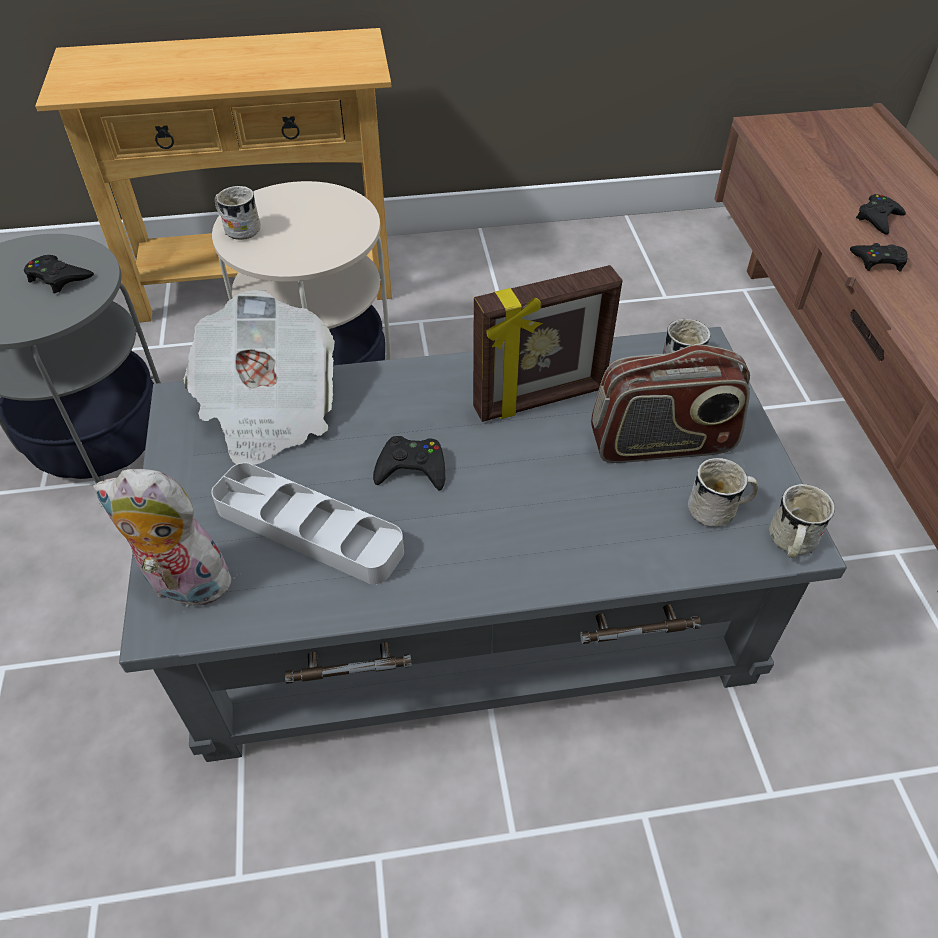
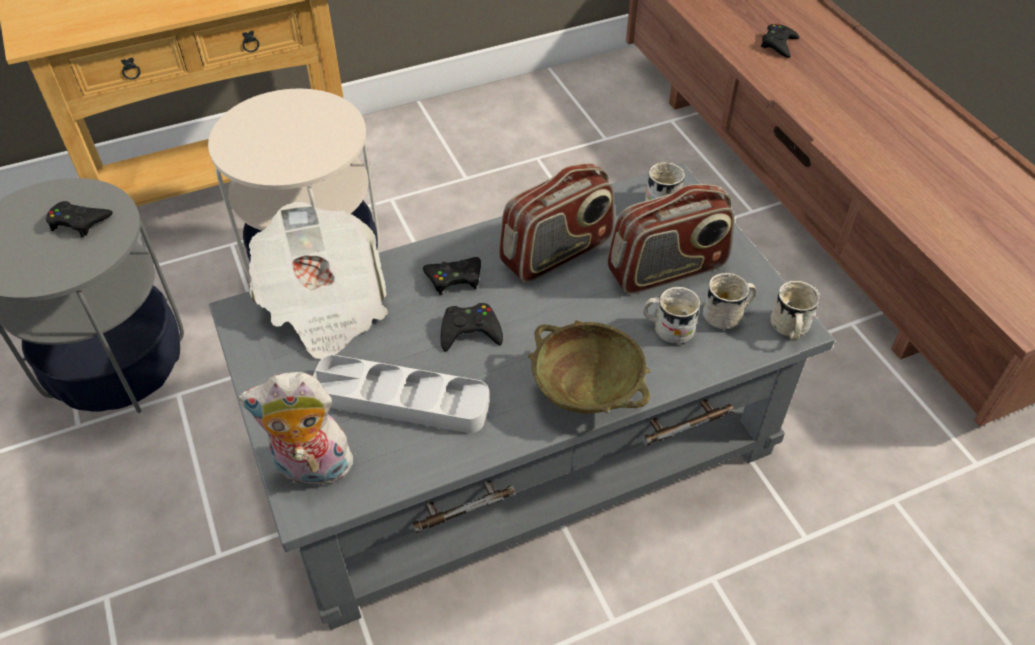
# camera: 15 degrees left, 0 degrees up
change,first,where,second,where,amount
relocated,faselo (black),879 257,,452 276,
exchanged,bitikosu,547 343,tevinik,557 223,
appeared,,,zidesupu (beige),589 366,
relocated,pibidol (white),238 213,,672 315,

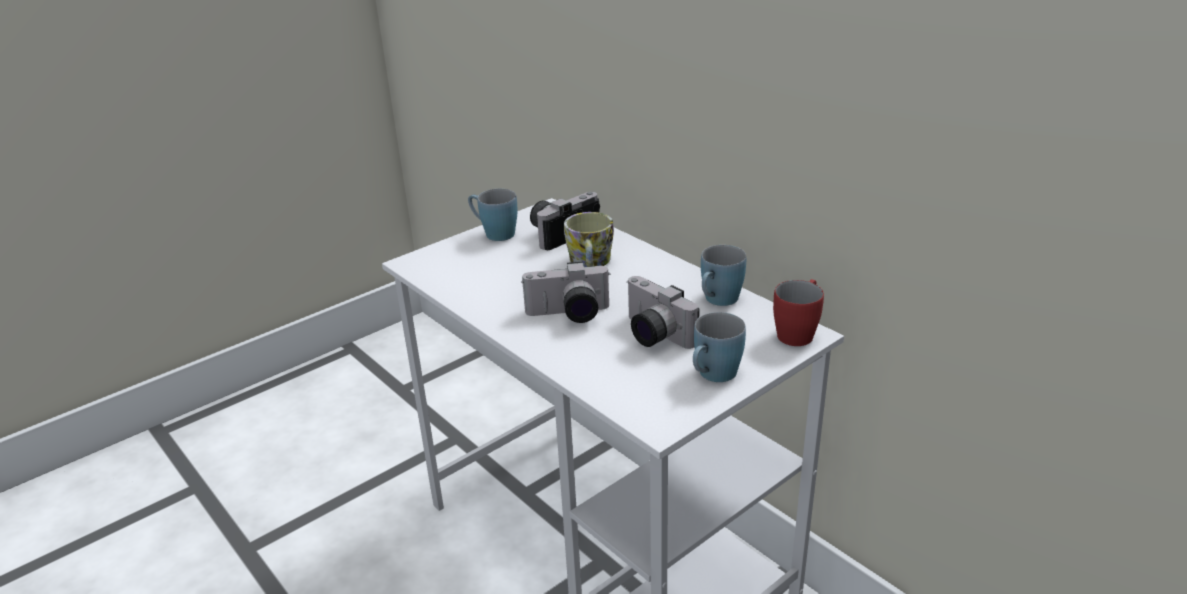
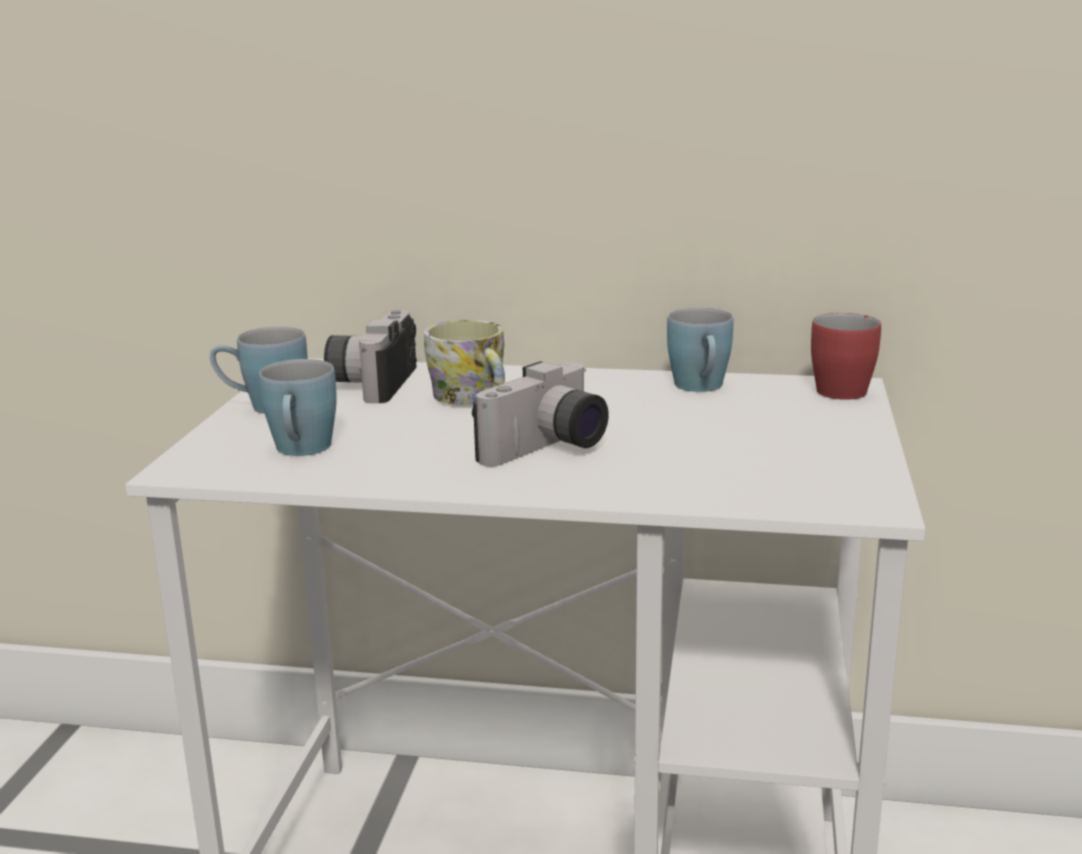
# camera: 40 degrees left, 10 degrees down
change,first,where,second,where,amount
relocated,pibidol (blue),719 347,,298 407,
missing,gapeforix,663 312,,,

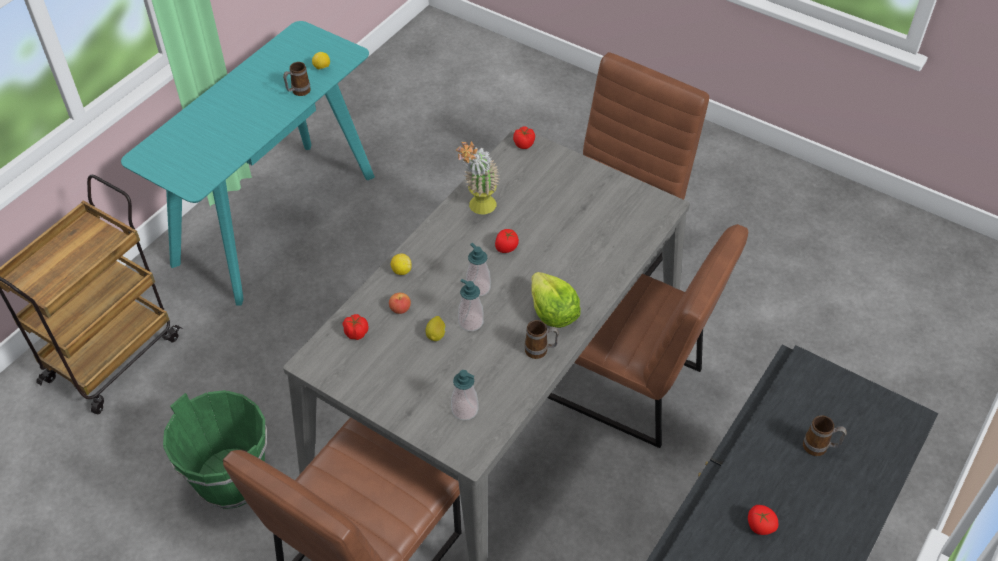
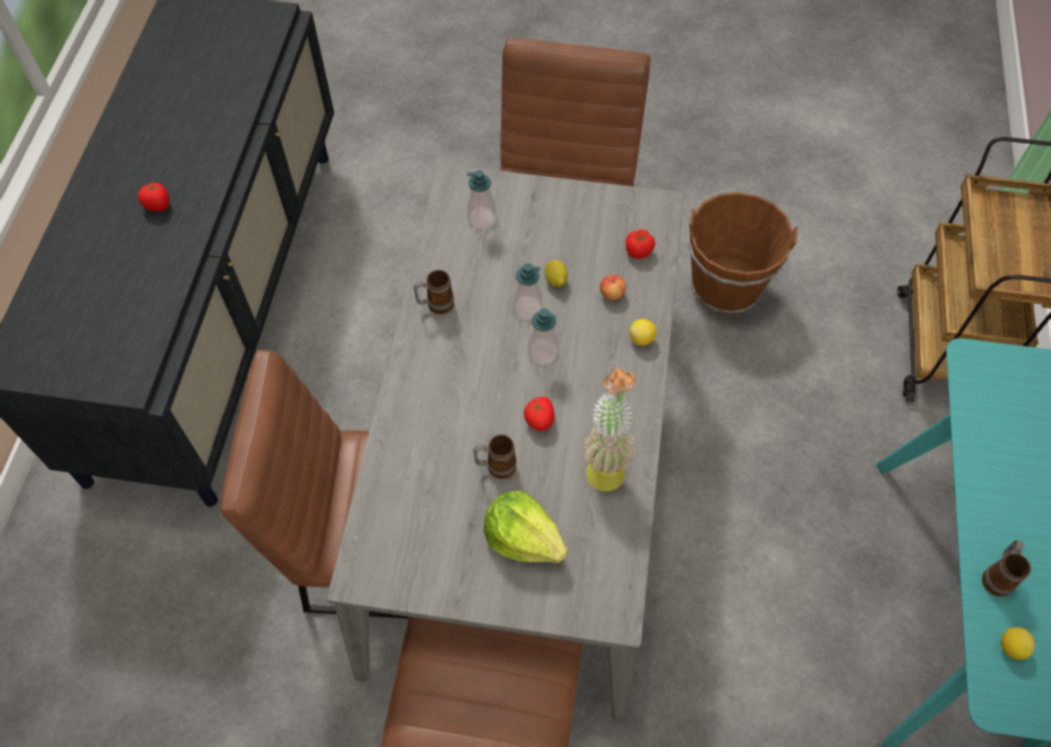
# camera: 155 degrees right, 10 degrees up
change,first,where,second,where,amount
relocated,pibidol,825 435,,495 456,
relocated,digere,556 300,,526 527,
colour,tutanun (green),215 449,tutanun (brown),743 253,
missing,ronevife,524 137,,,

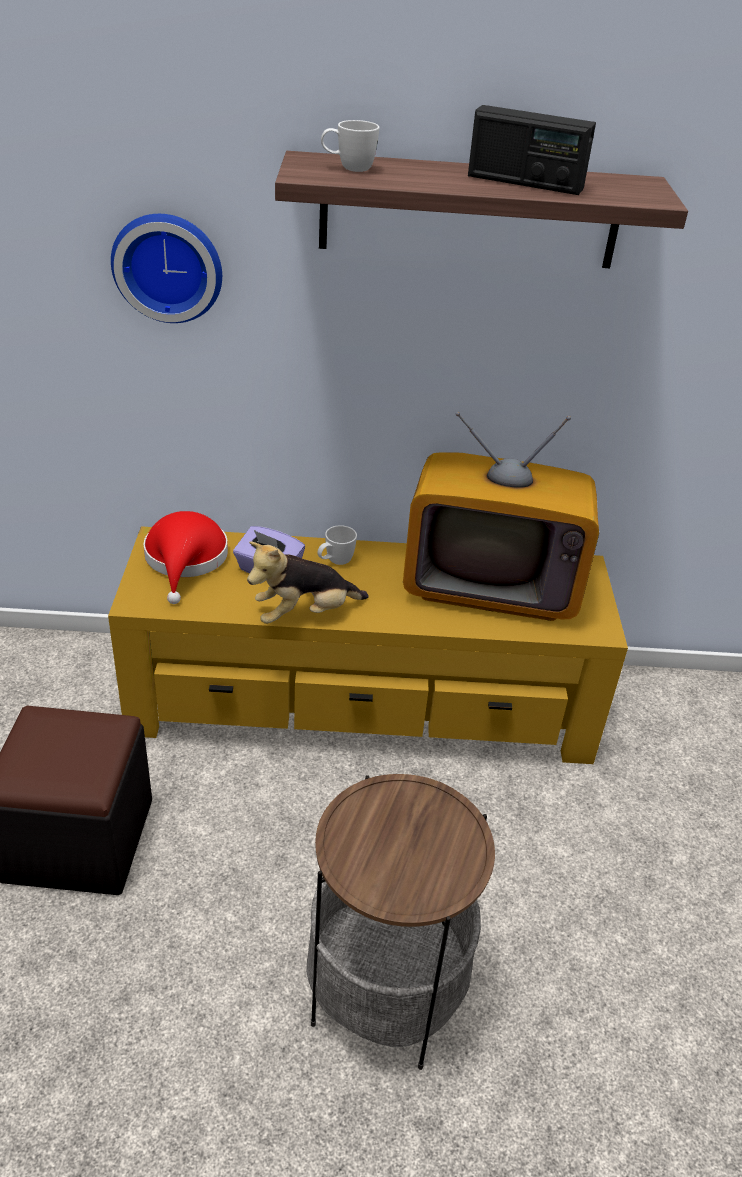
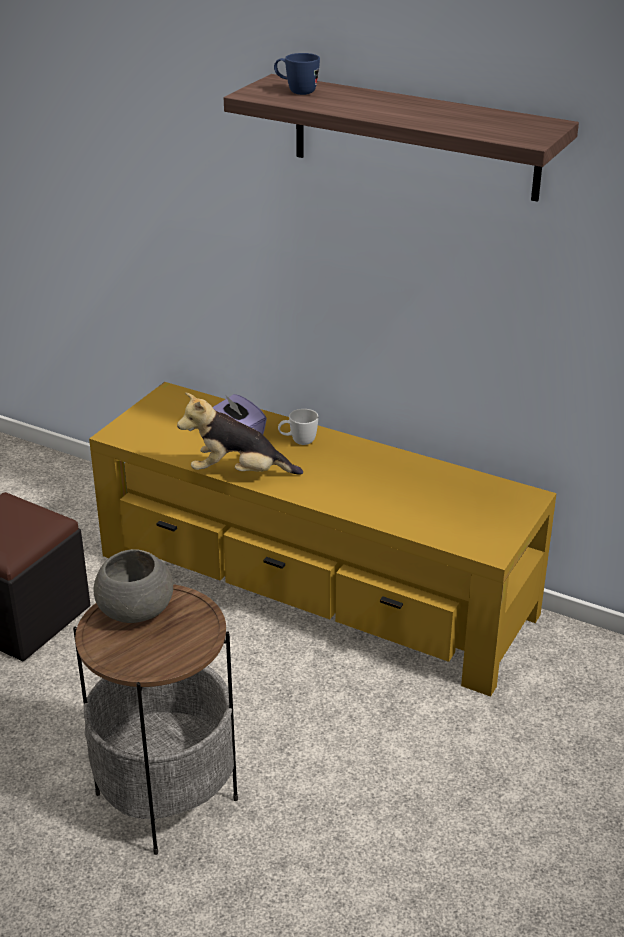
# camera: 30 degrees right, 5 degrees down
change,first,where,second,where,amount
appeared,,,zidesupu (grey),133 586,
colour,pibidol (white),350 146,pibidol (blue),297 74,
missing,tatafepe,166 268,,,
missing,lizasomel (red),185 557,,,
missing,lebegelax,501 516,,,
missing,tevinik,532 150,,,

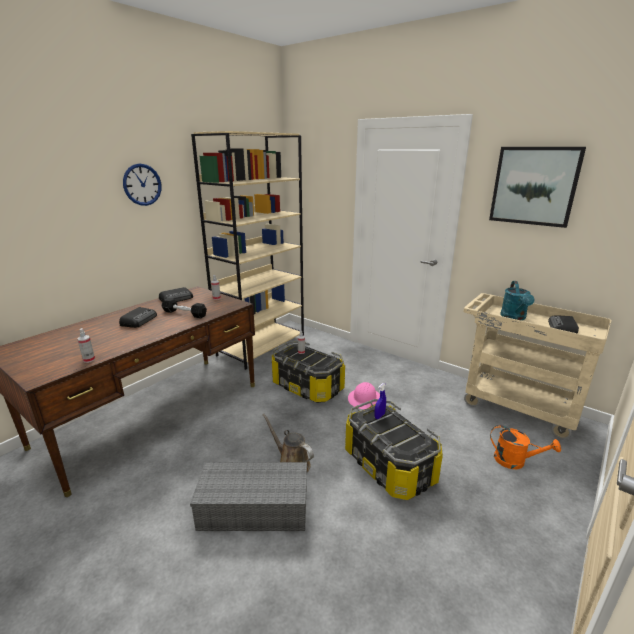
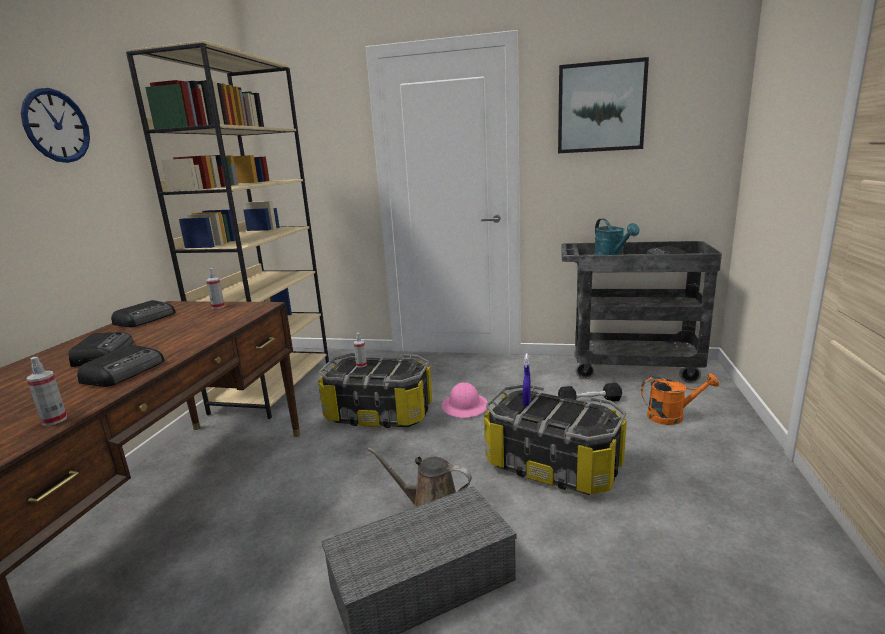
# camera: 25 degrees left, 5 degrees down
change,first,where,second,where,amount
appeared,,,tevinik,120 366,
relocated,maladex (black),184 308,,590 392,
colour,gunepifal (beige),538 366,gunepifal (black),641 312,

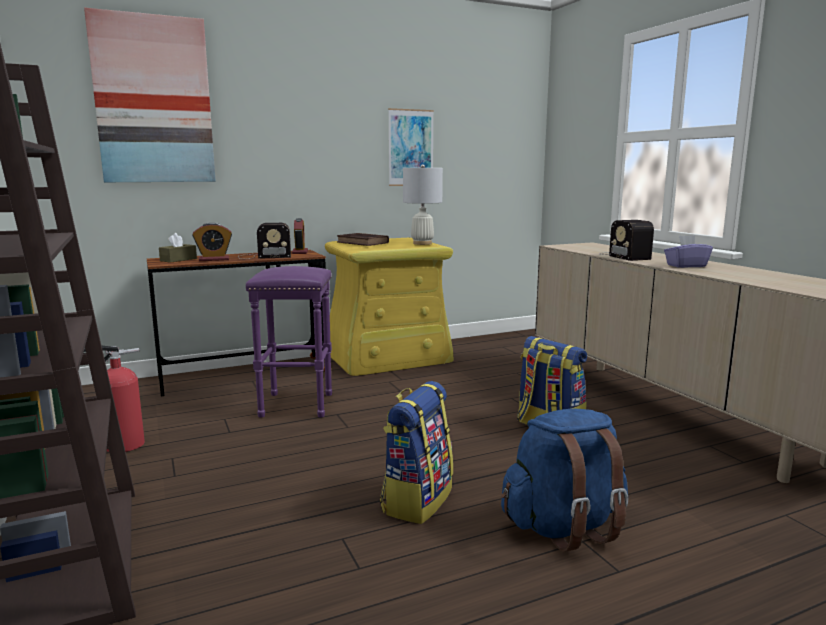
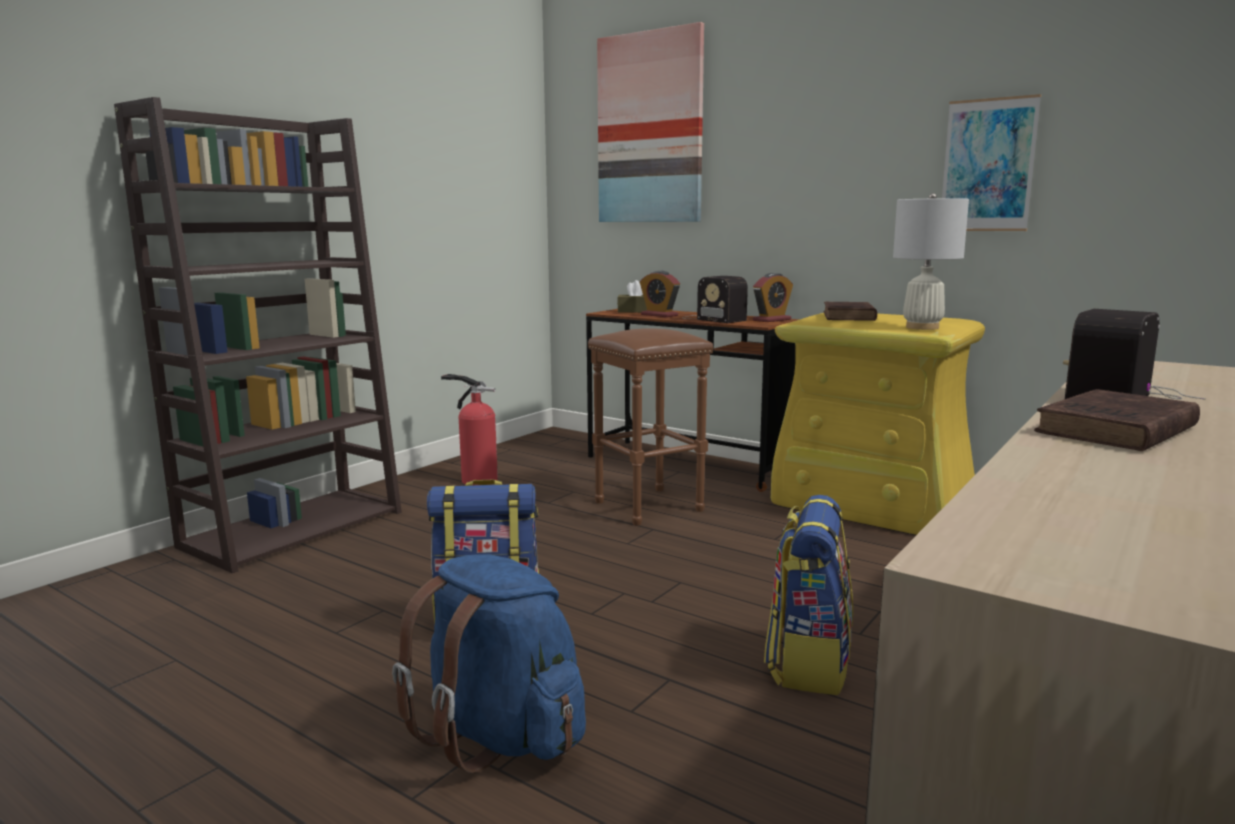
# camera: 60 degrees right, 0 degrees up
change,first,where,second,where,amount
colour,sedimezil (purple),289 342,sedimezil (brown),650 427,
exchanged,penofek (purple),688 251,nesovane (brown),1117 420,

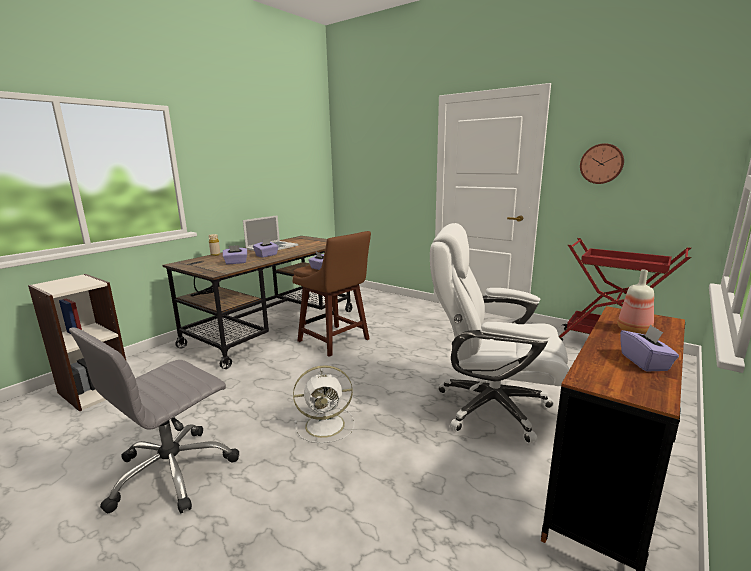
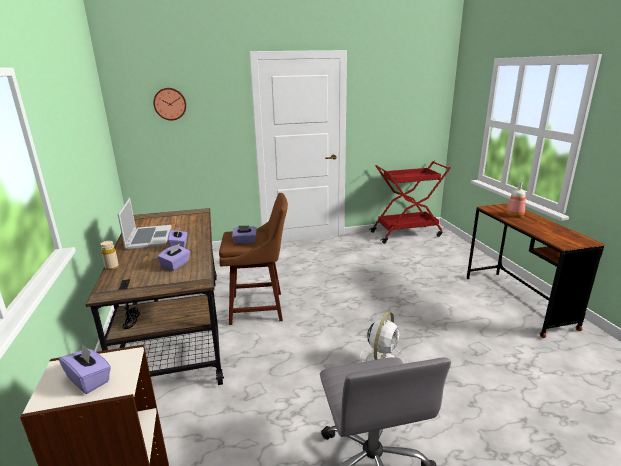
# camera: 50 degrees left, 5 degrees up
change,first,where,second,where,amount
relocated,penofek (purple),649 348,,85 369,
relocated,tatafepe,602 163,,169 104,
missing,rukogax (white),499 333,,,

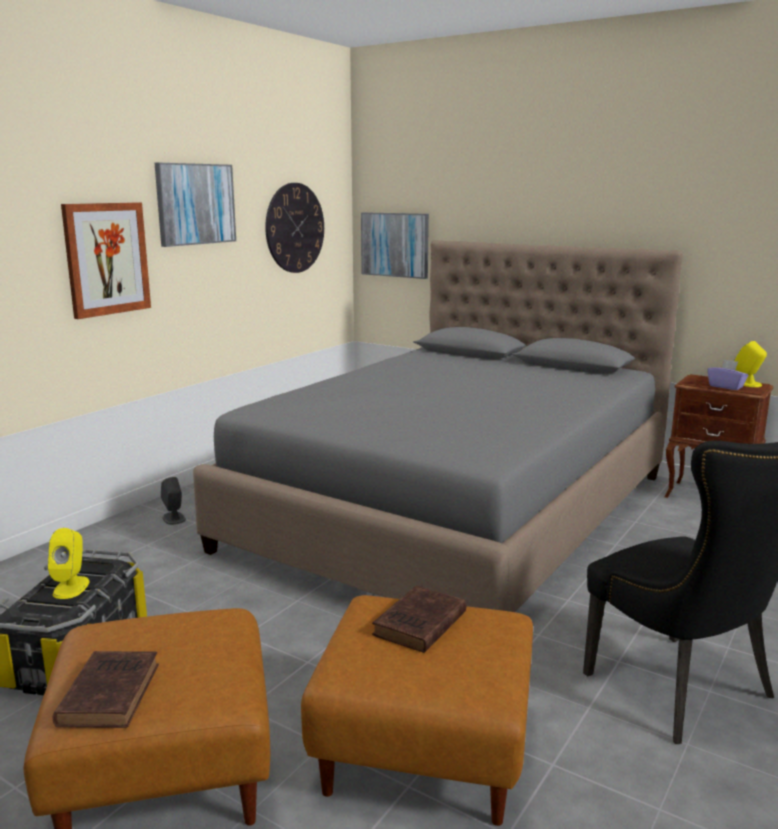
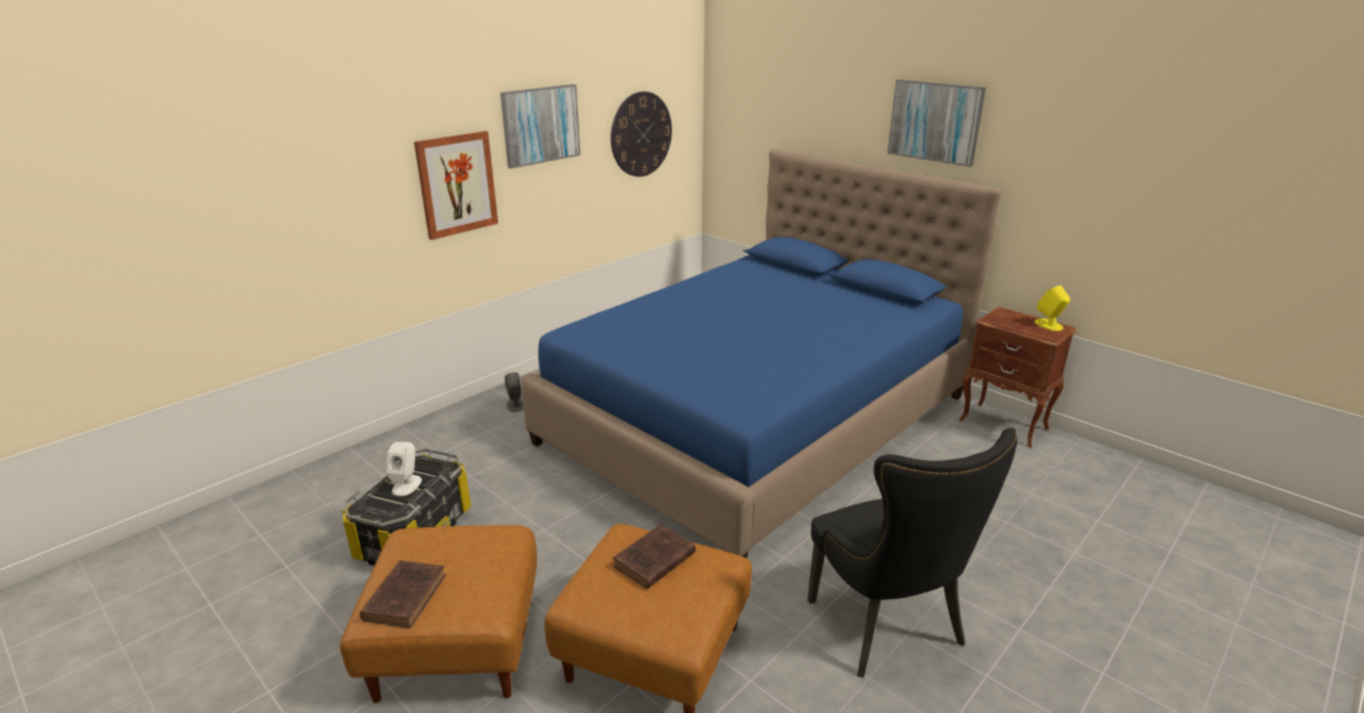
# camera: 10 degrees right, 10 degrees up
change,first,where,second,where,amount
colour,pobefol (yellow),69 563,pobefol (white),404 469,
colour,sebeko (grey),438 426,sebeko (blue),761 354,
relocated,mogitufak,395 245,,936 123,
missing,penofek (purple),727 375,,,

